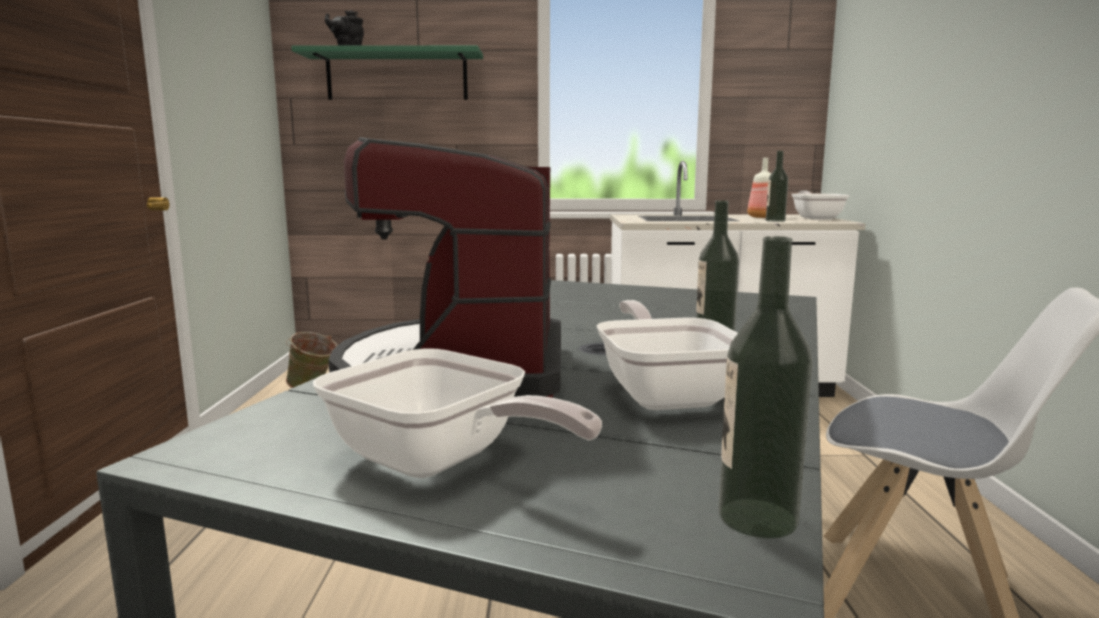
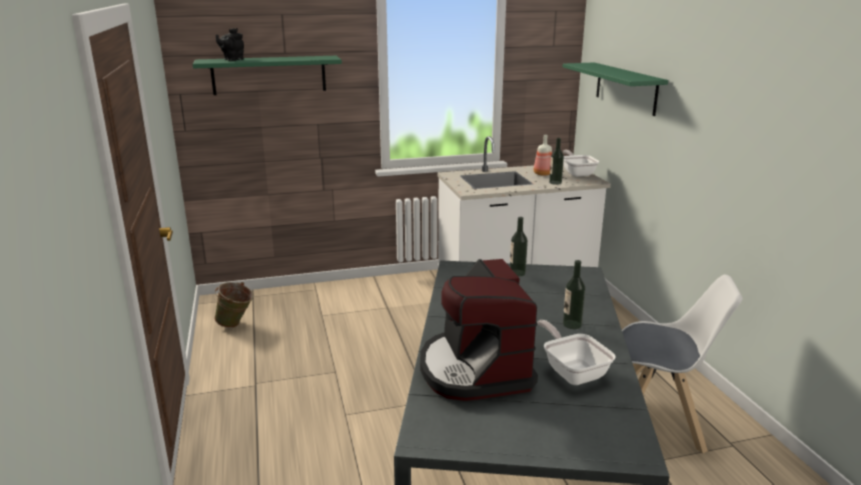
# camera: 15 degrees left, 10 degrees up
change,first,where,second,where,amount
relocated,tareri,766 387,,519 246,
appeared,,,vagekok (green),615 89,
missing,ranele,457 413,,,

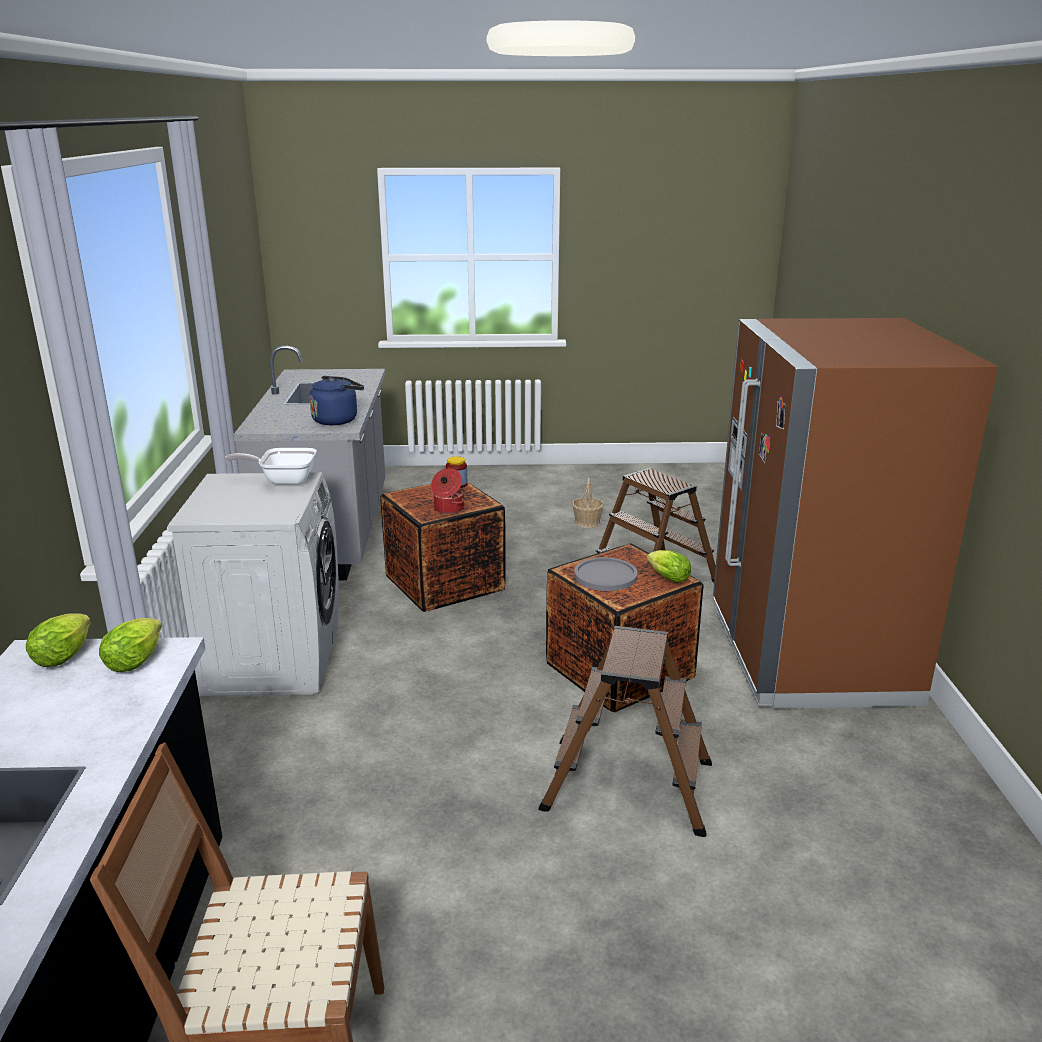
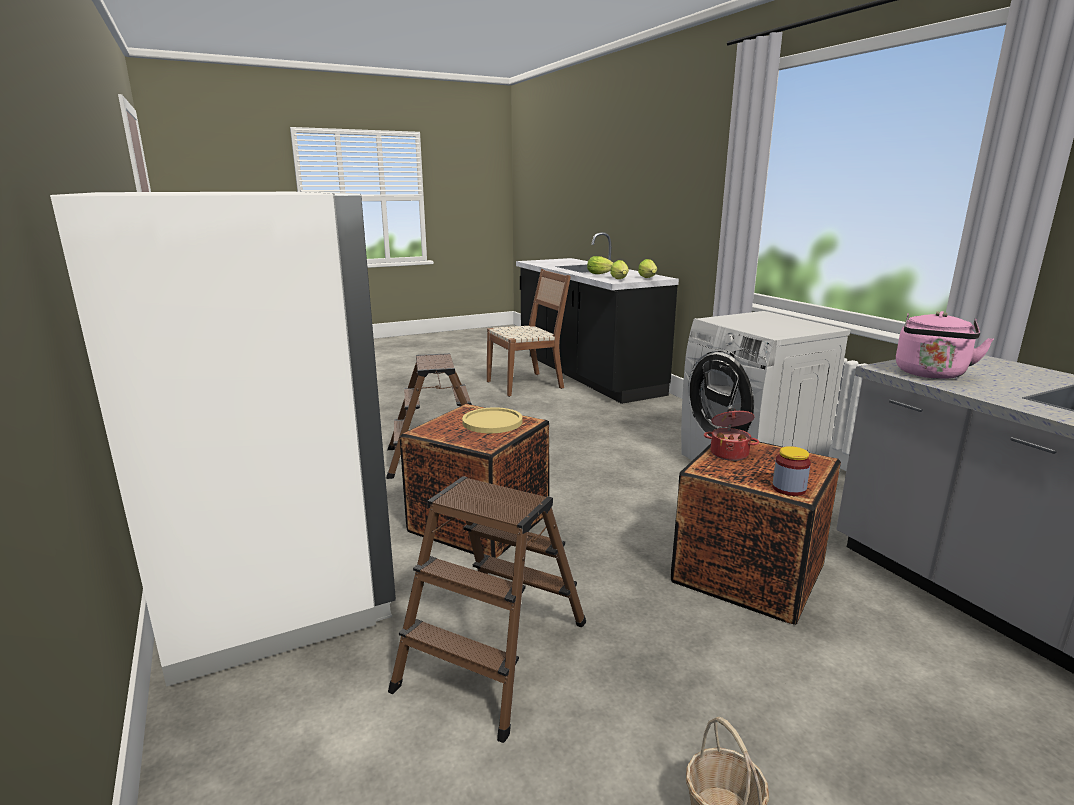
# camera: 155 degrees right, 5 degrees down
change,first,where,second,where,amount
colour,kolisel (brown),855 513,kolisel (white),223 439,
colour,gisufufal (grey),606 574,gisufufal (yellow),492 420,
relocated,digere,669 566,,600 265,
colour,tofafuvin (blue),336 400,tofafuvin (pink),945 345,
missing,ranele,271 466,,,

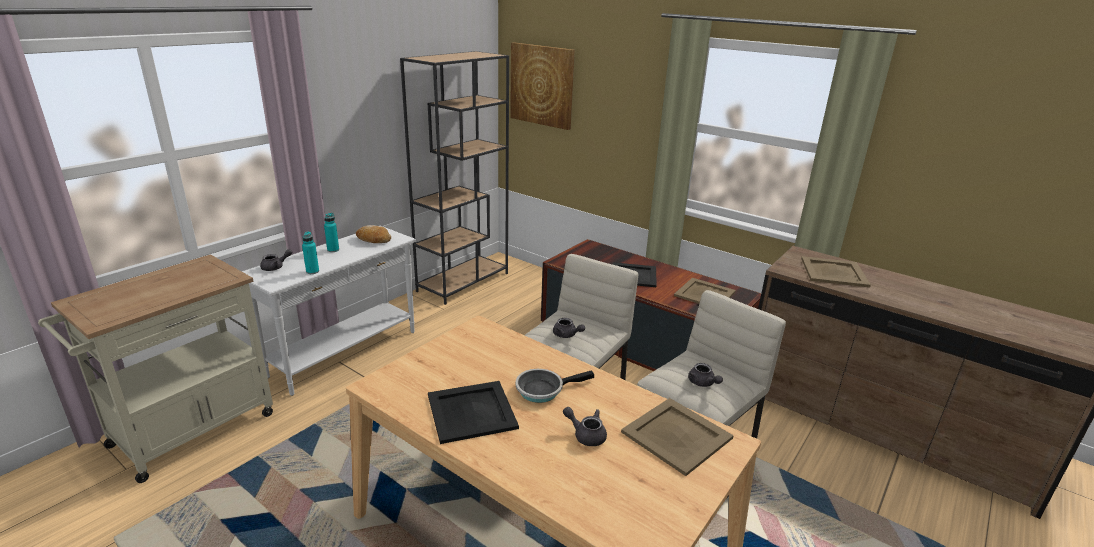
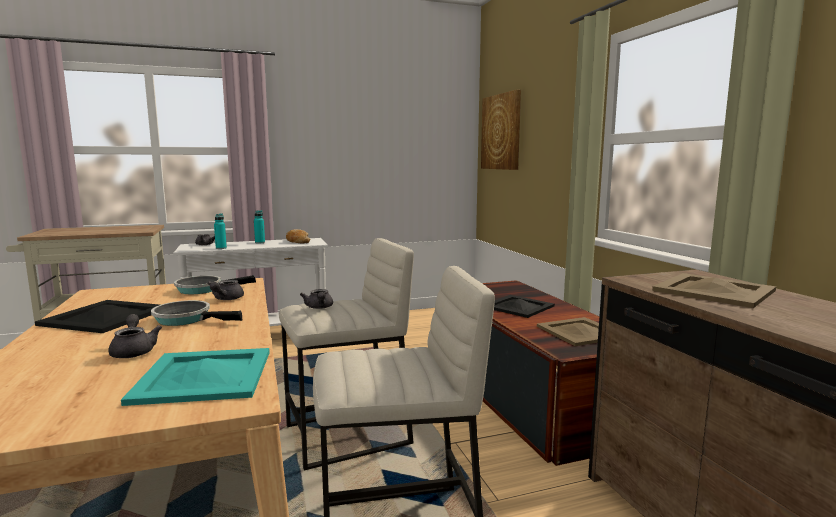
# camera: 35 degrees right, 15 degrees down
change,first,where,second,where,amount
colour,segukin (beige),677 437,segukin (turquoise),195 377,
appeared,,,ranele,215 284,
relocated,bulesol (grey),705 375,,225 290,
missing,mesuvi,454 178,,,

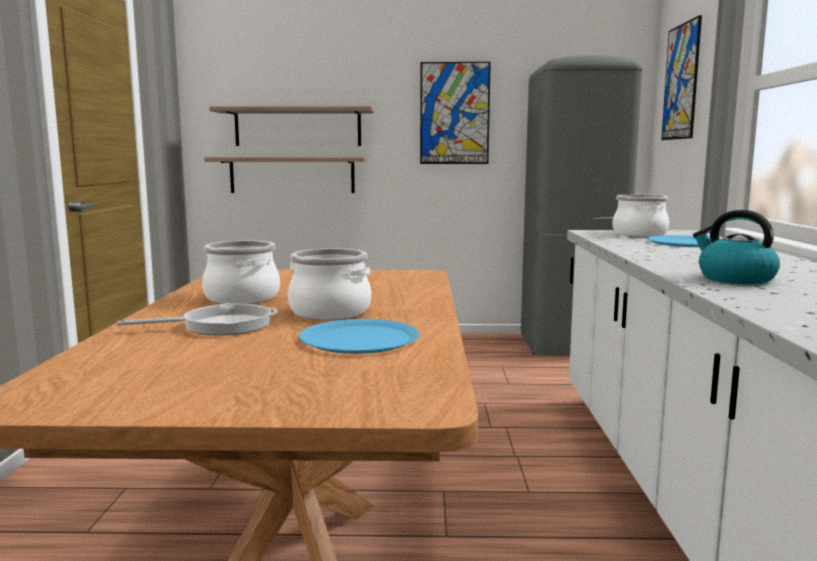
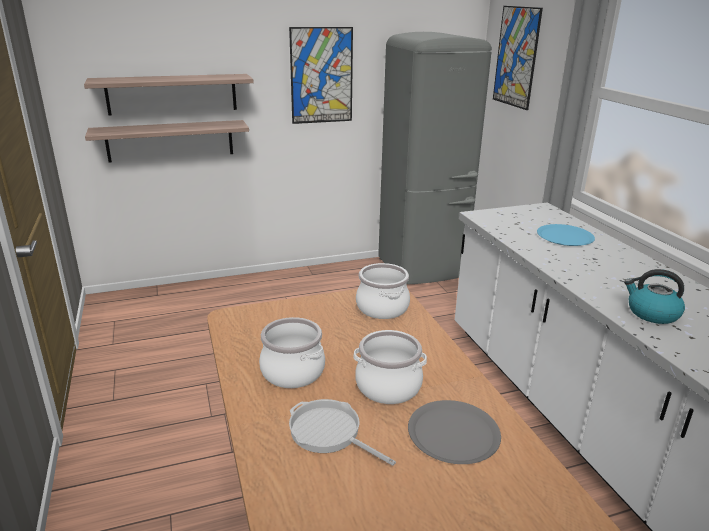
# camera: 20 degrees left, 15 degrees up
change,first,where,second,where,amount
spun,ranele,197 319,,342 432,105 degrees counterclockwise
relocated,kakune,640 216,,383 291,
colour,gisufufal (blue),359 336,gisufufal (grey),454 432,

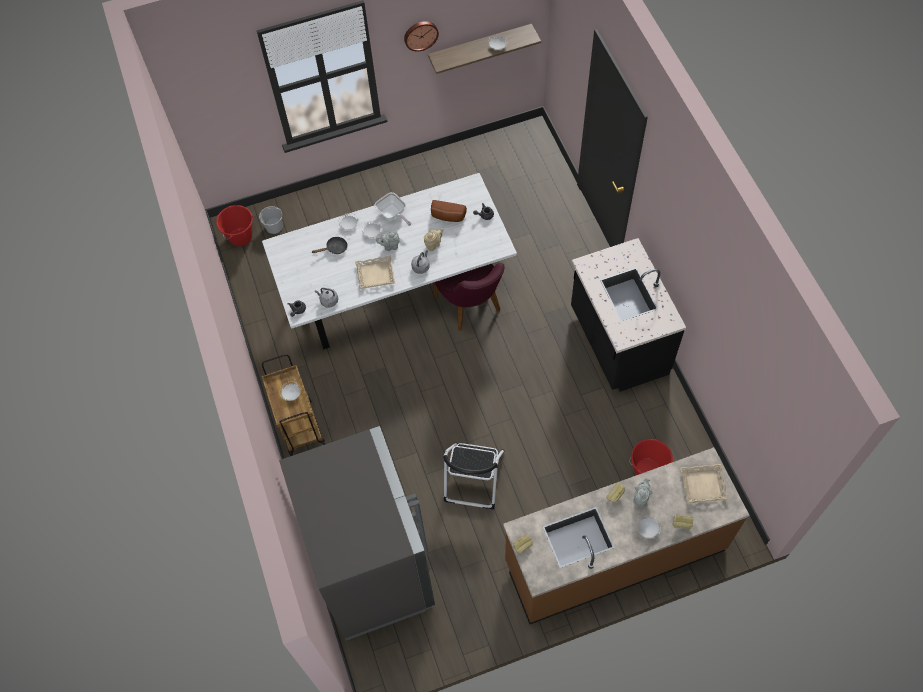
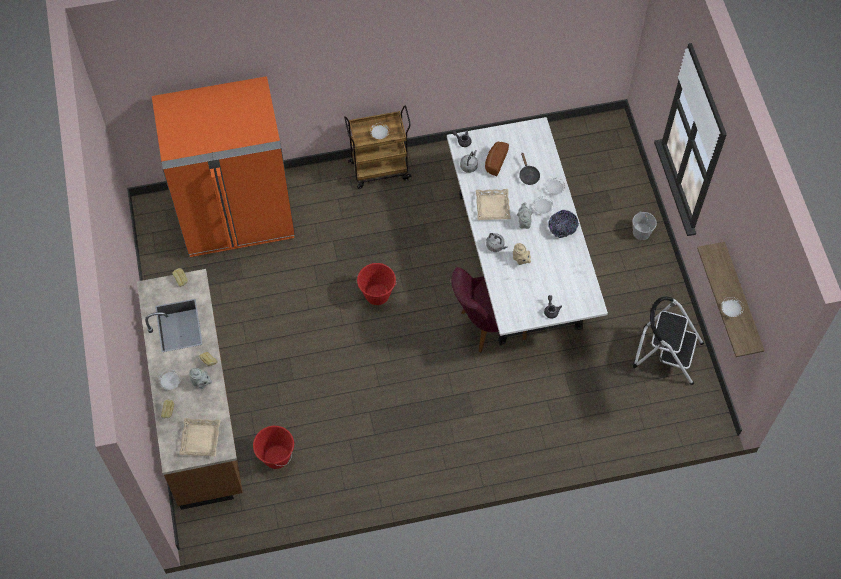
# camera: 95 degrees right, 0 degrees up
change,first,where,second,where,amount
colour,kolisel (grey),357 533,kolisel (orange),223 166,
relocated,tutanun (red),234 225,,377 284,
relocated,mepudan,449 211,,497 159,
exchanged,ranele,392 209,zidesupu,563 224,
relocated,tutanun (white),271 220,,644 225,
relocated,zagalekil,473 475,,668 341,
missing,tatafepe,421 36,,,
missing,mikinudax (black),628 315,,,

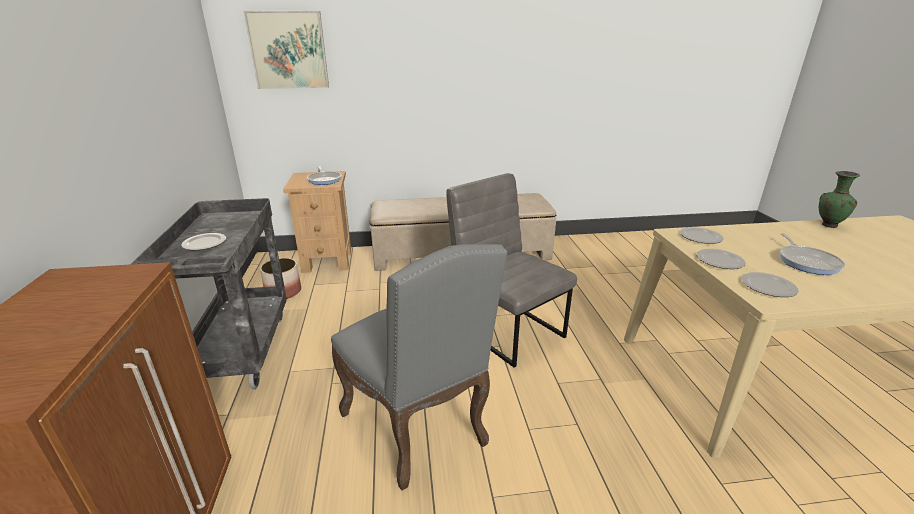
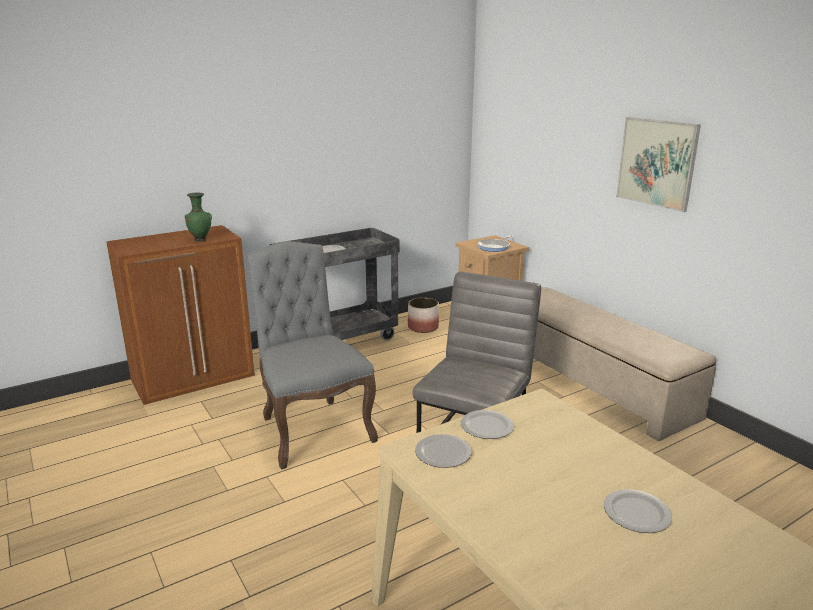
# camera: 65 degrees right, 5 degrees down
change,first,where,second,where,amount
relocated,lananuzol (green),839 199,,198 217,
spun,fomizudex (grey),419 367,,312 355,120 degrees clockwise
relocated,gisufufal,702 235,,638 511,
relocated,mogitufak,286 50,,658 164,
missing,ranele,812 254,,,

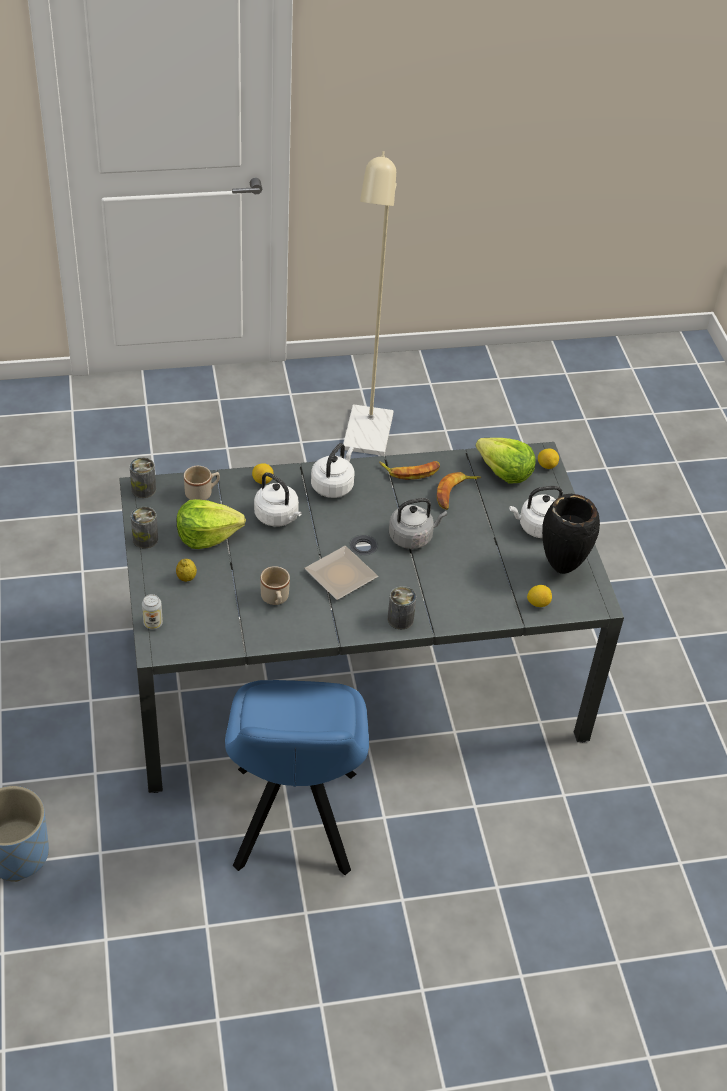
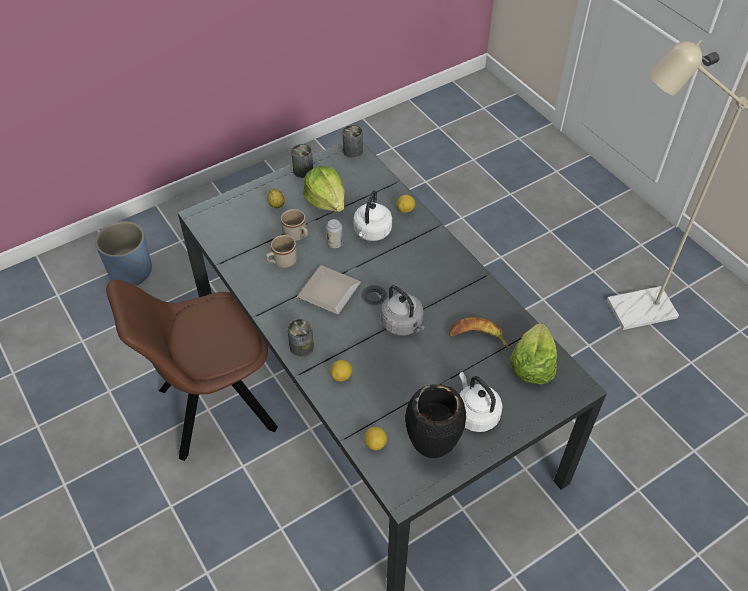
# camera: 70 degrees right, 5 degrees up
change,first,where,second,where,amount
colour,fomizudex (blue),297 777,fomizudex (brown),192 370,
relocated,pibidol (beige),202 483,,294 225,
relocated,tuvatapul,152 611,,334 233,
relocated,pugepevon,548 459,,341 371,
missing,tofafuvin (white),332 470,,,
missing,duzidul,409 470,,,

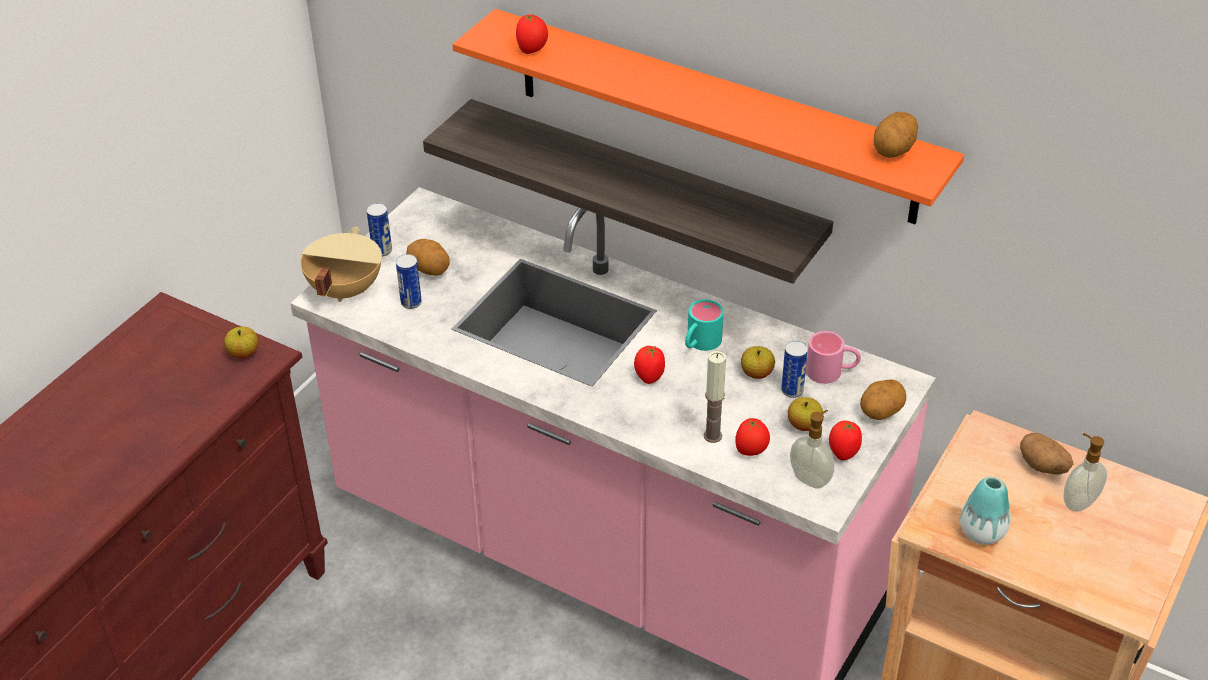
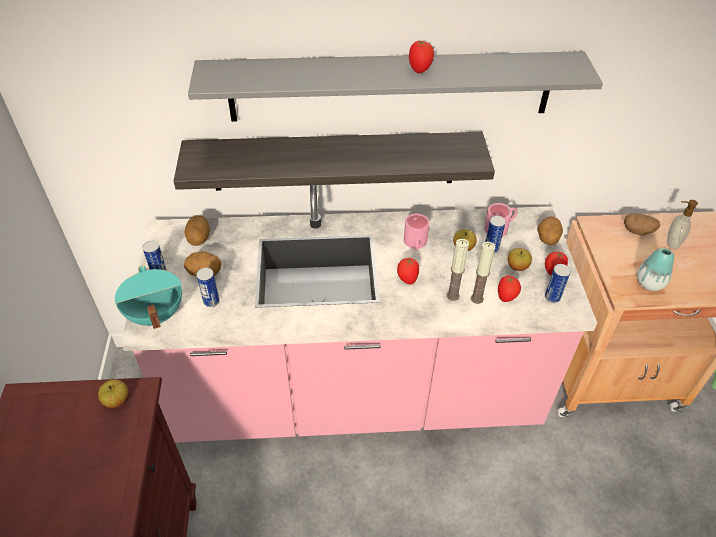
# camera: 35 degrees left, 5 degrees up
change,first,where,second,where,amount
colour,kakune (beige),341 264,kakune (turquoise),148 297,
relocated,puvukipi,896 135,,197 230,
colour,vagekok (orange),708 116,vagekok (grey),395 86,
colour,pibidol (turquoise),704 325,pibidol (pink),417 232,
relocated,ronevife,532 33,,421 56,
appeared,,,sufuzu,458 270,
exchanged,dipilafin,812 449,tuvatapul,558 283,

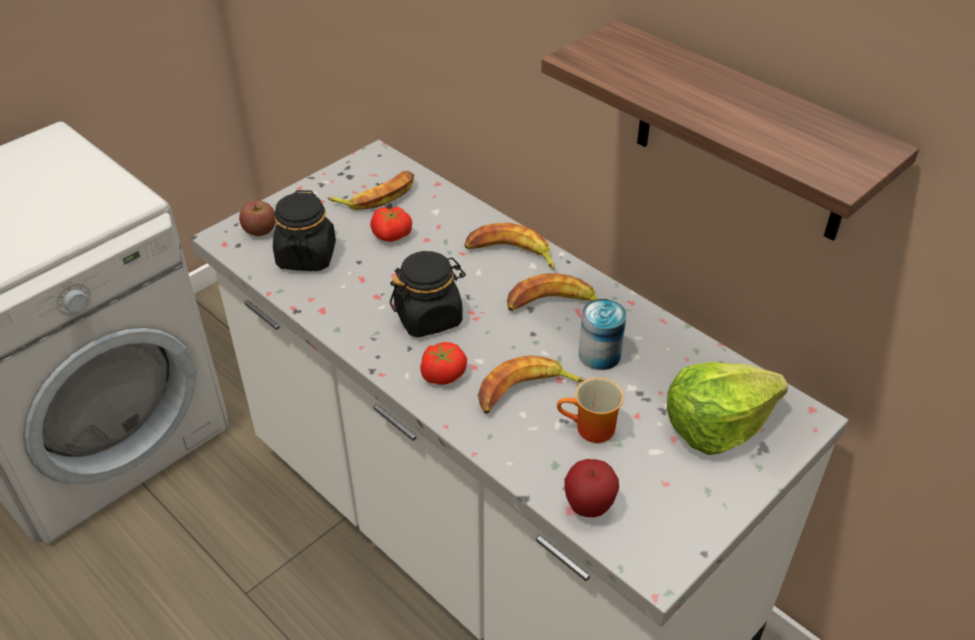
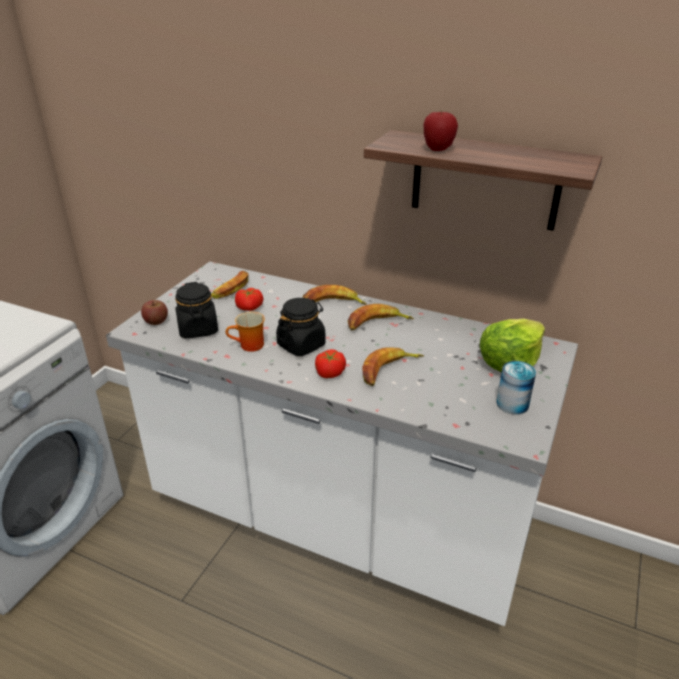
# camera: 20 degrees left, 10 degrees down
change,first,where,second,where,amount
relocated,pibidol,590 410,,245 332,
relocated,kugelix,592 488,,440 131,
relocated,tuvatapul,602 334,,516 387,

